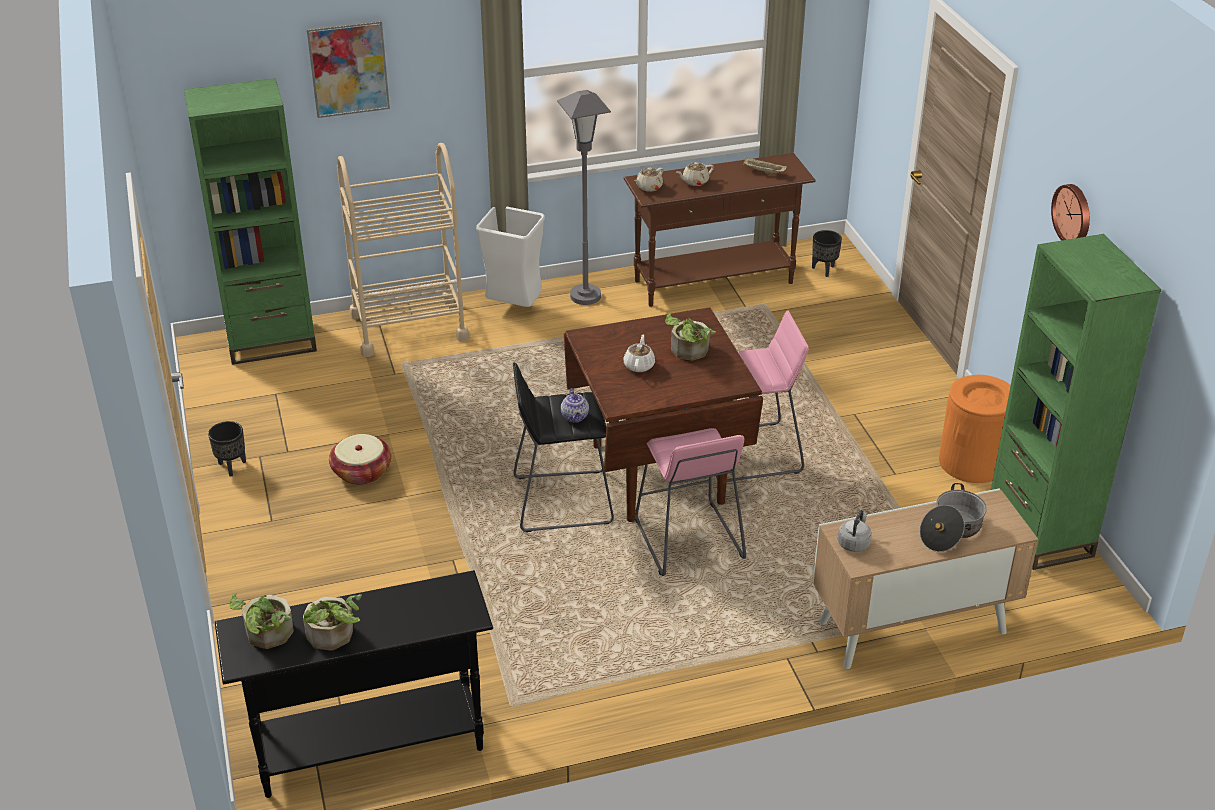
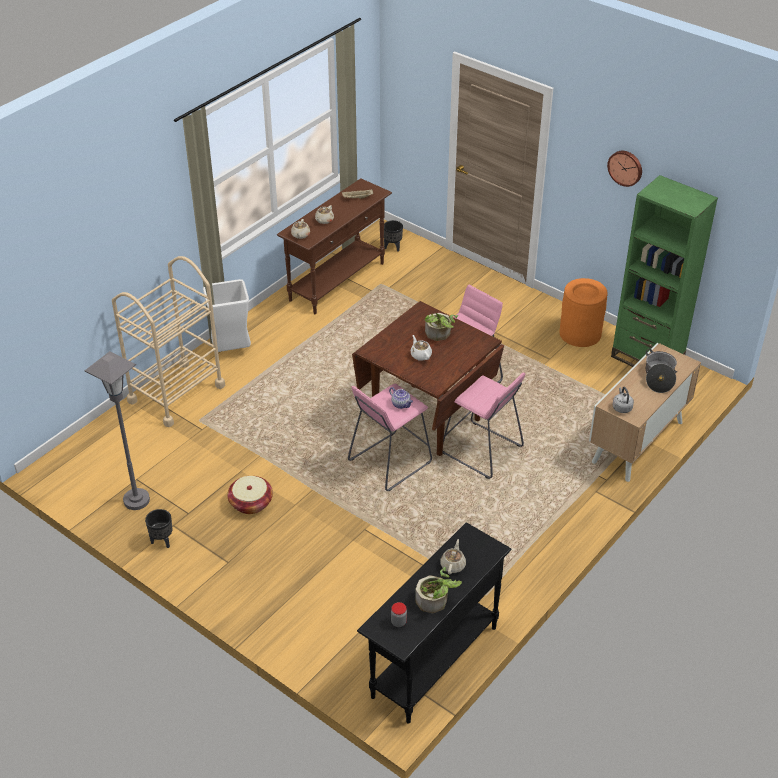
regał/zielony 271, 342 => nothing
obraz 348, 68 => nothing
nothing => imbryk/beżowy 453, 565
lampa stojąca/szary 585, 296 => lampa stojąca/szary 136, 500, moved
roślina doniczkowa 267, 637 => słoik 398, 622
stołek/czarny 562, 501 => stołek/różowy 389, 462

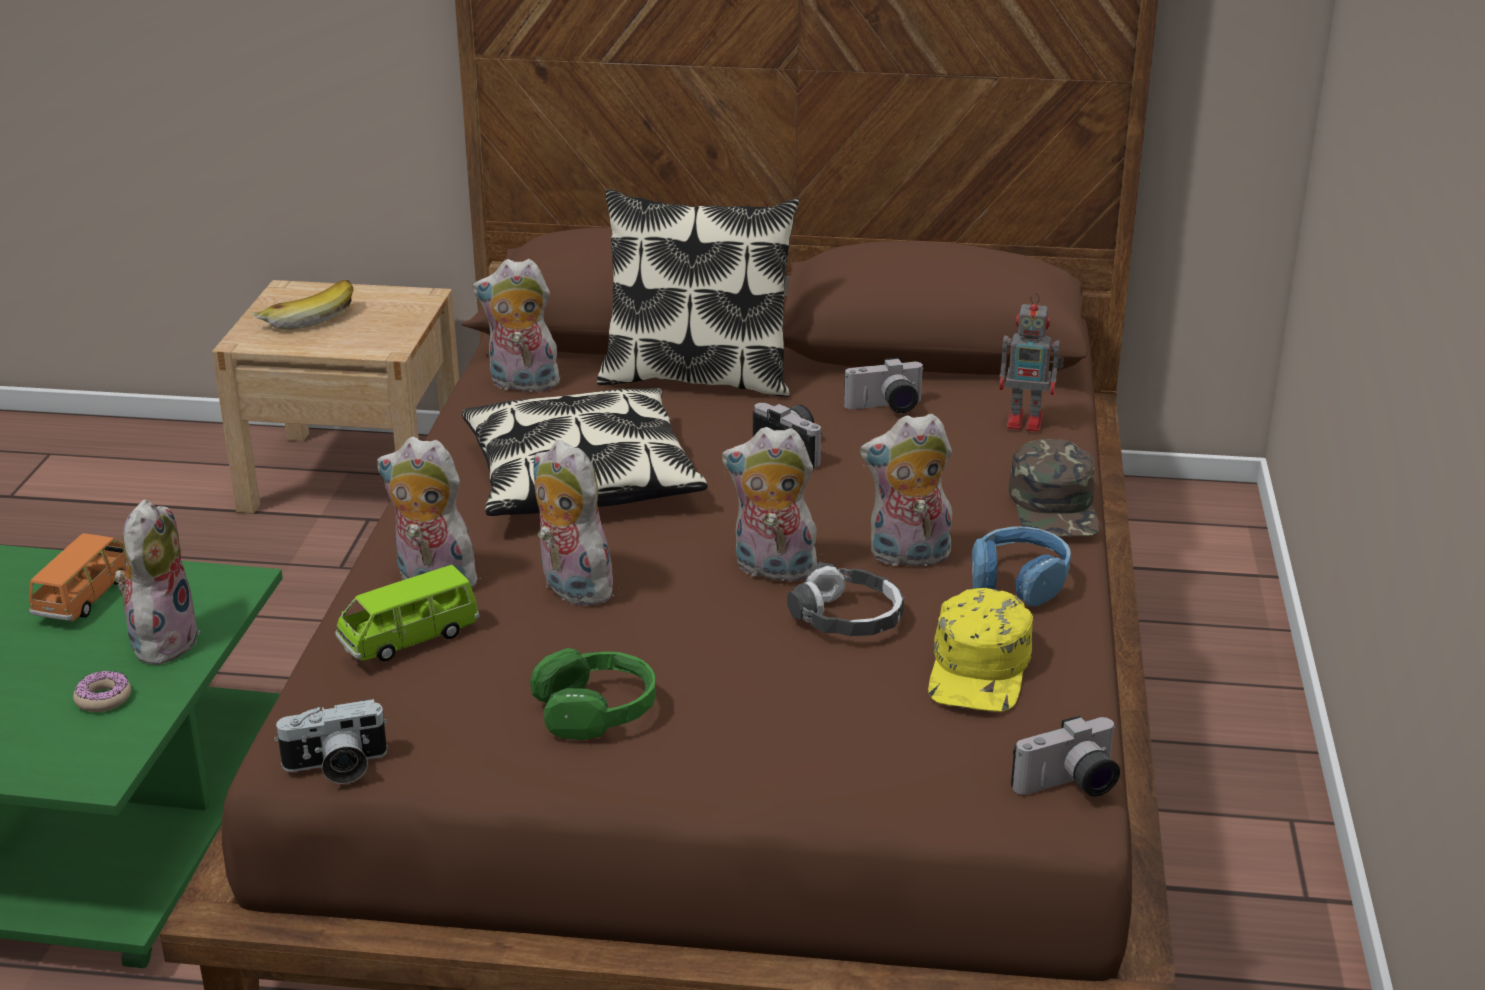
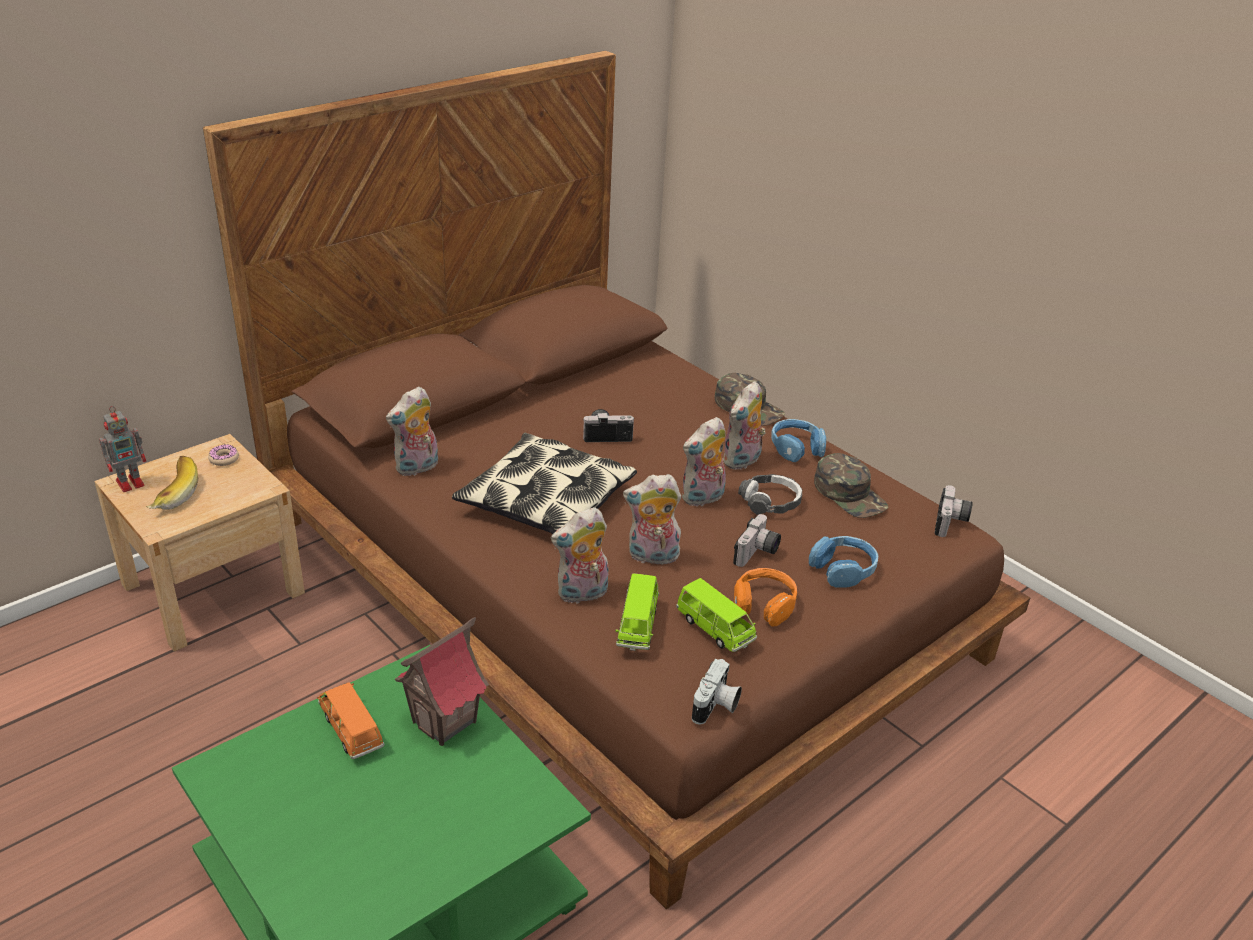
poduszka 697, 377 => nothing
nothing => samochodzik/zielony 715, 629
nothing => słuchawki/niebieski 843, 569
donut 103, 698 => donut 224, 459, moved
aparat fotograficzny 886, 408 => aparat fotograficzny 757, 553, moved
robot zabawkowy 1027, 421 => robot zabawkowy 131, 482, moved
pluszak 162, 640 => domek 445, 722
słuchawki/zielony 597, 710 => słuchawki/pomarańczowy 763, 605
czapka z daszkiem/żółty 980, 668 => czapka z daszkiem/zielony 850, 494

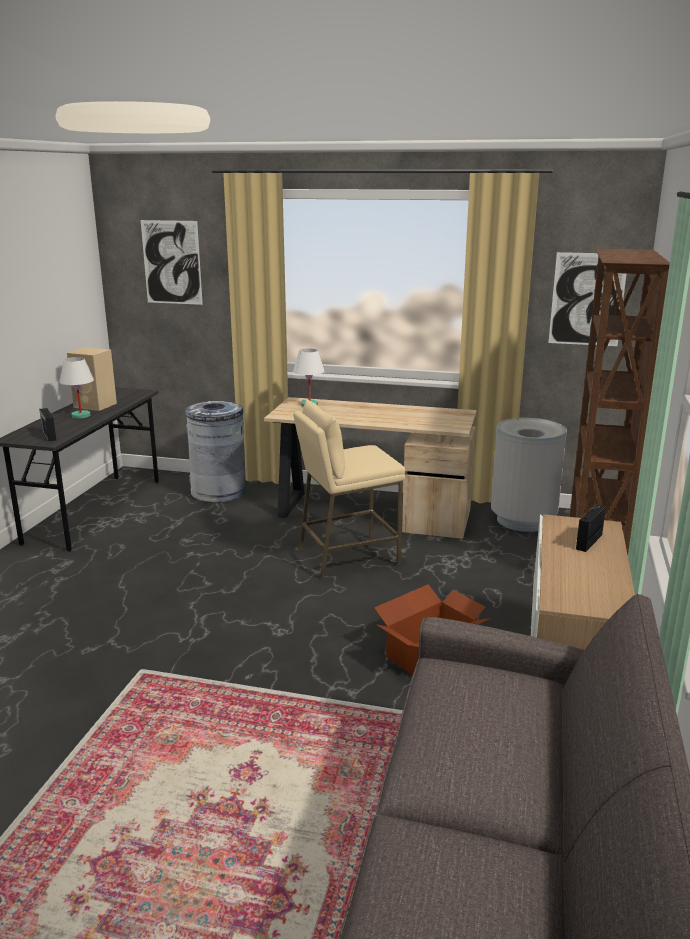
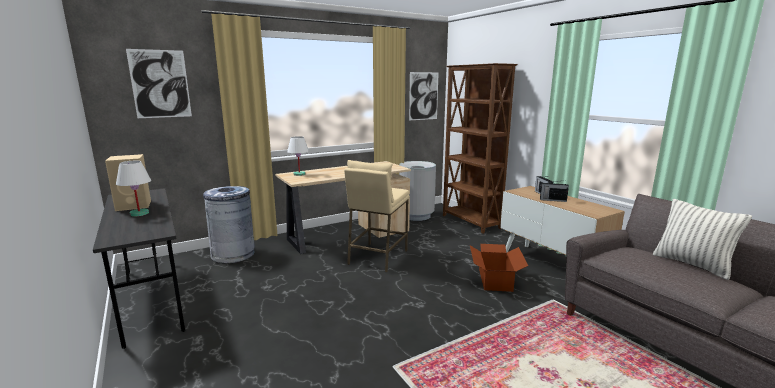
nothing => poduszka 692, 264
radio 49, 435 => radio 552, 200, moved

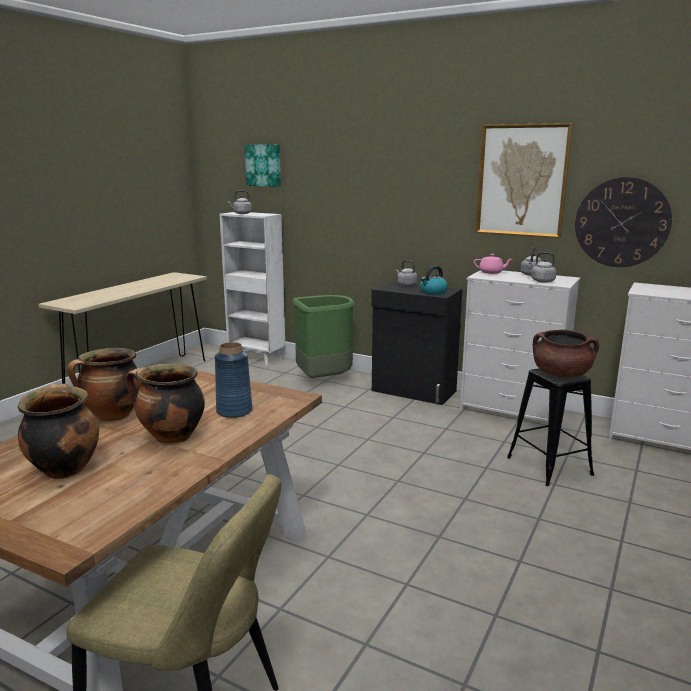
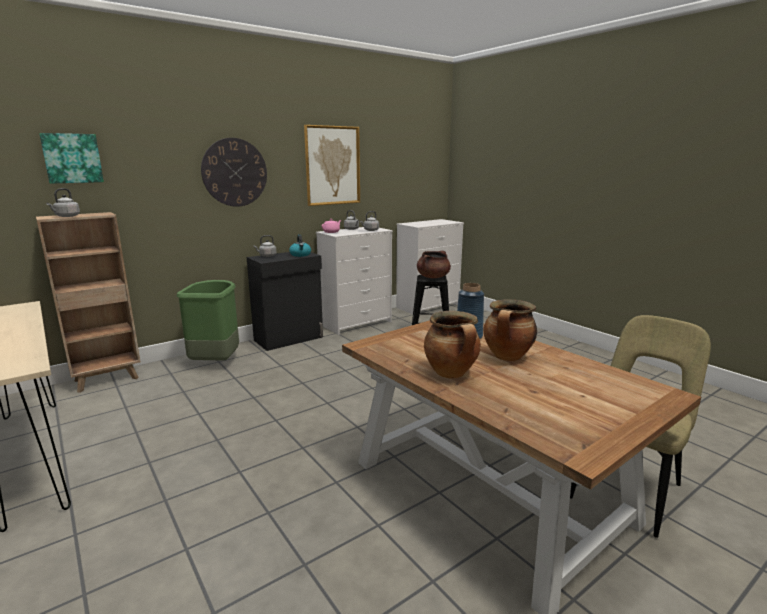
garnek 64, 469 => nothing
zegar ścienny 622, 222 => zegar ścienny 234, 172, moved
regał/biały 257, 359 => regał/brązowy 108, 379

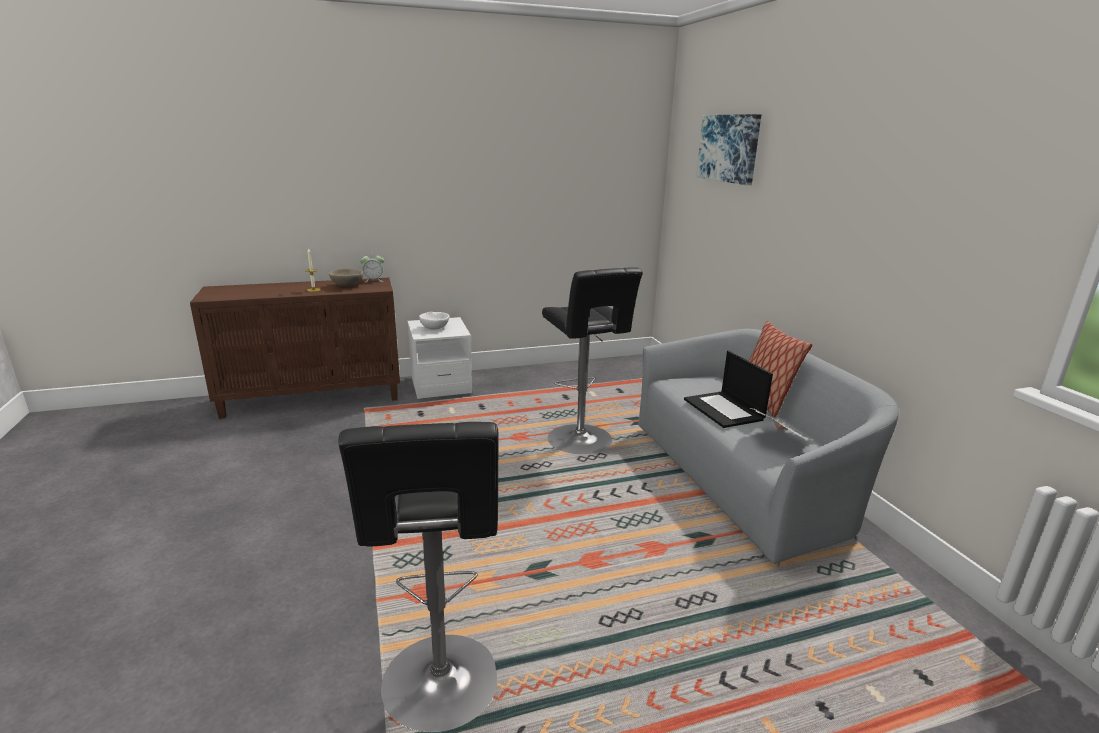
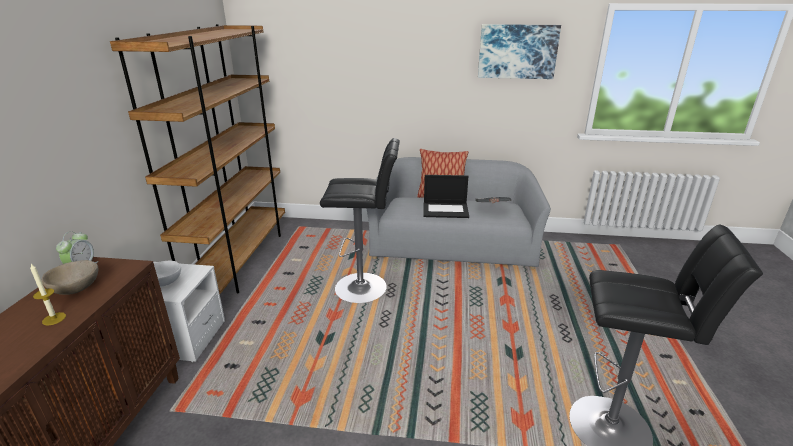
nothing => regał/brązowy 240, 260
obraz 729, 148 => obraz 517, 51, moved

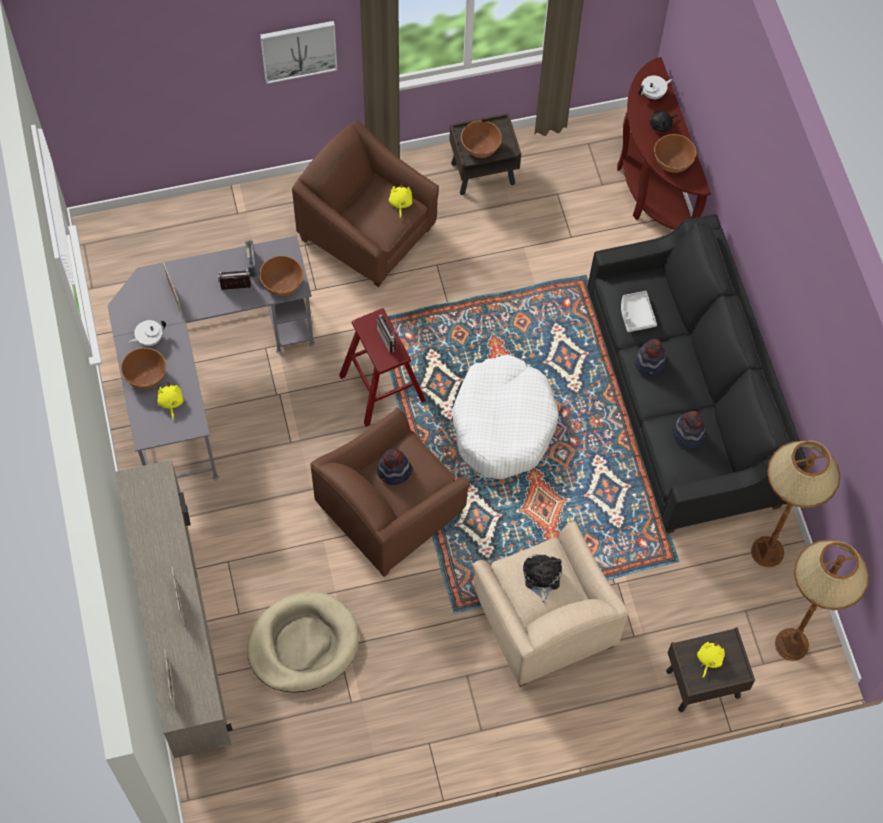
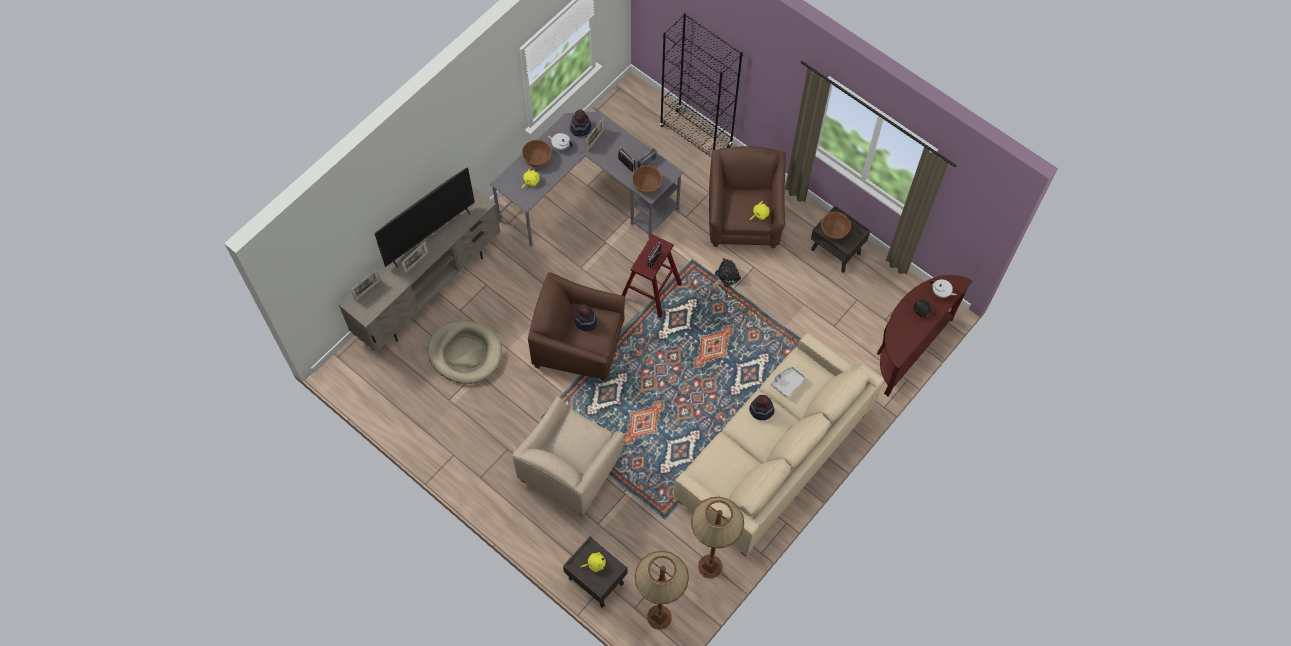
obraz 299, 50 => nothing
legowisko/biały 503, 424 => nothing
miska/brązowy 673, 162 => nothing
nothing => telewizor 430, 236
nothing => regał/czarny 696, 136
pluszak 541, 577 => pluszak 726, 276, moved
kapelusz 688, 434 => kapelusz 581, 128, moved
kanapa/czarny 683, 402 => kanapa/beżowy 772, 457

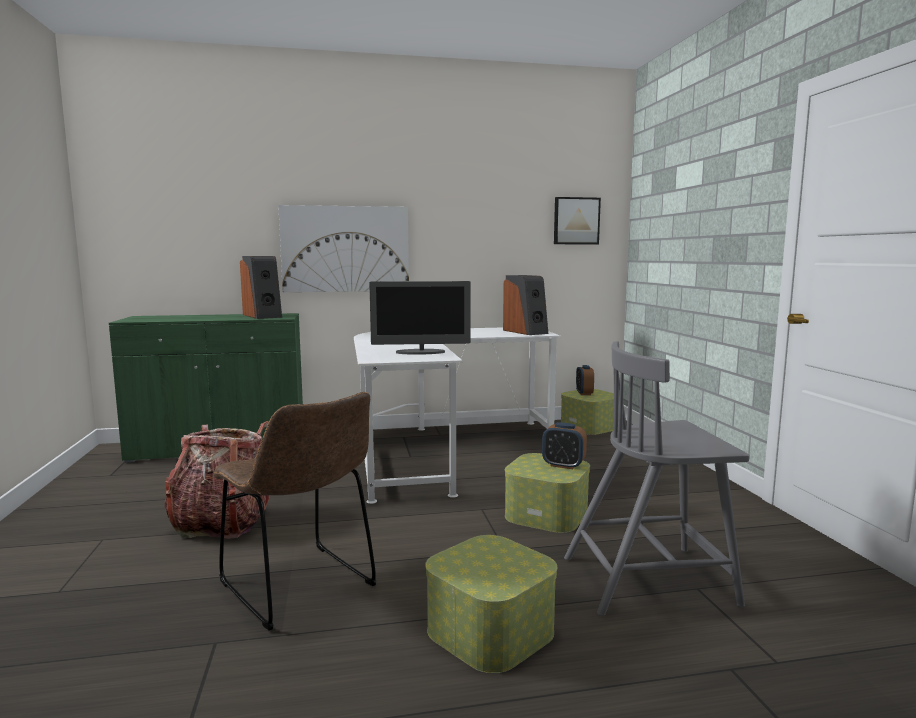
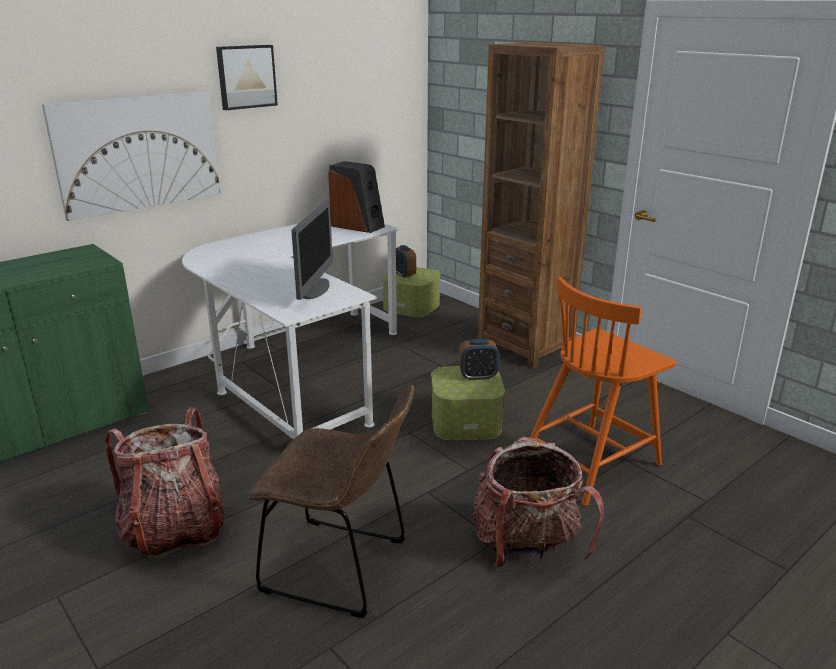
głośnik 263, 316 => nothing
nothing => regał/brązowy 525, 346
obraz 576, 221 => obraz 246, 76, moved
pojemnik do przechowywania 490, 630 => plecak 526, 547
krzesło/szary 651, 580 => krzesło/pomarańczowy 591, 462
monitor 421, 352 => monitor 315, 289, 45 degrees counterclockwise

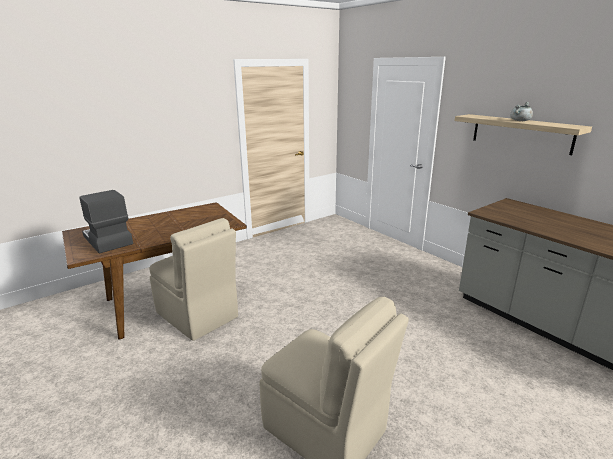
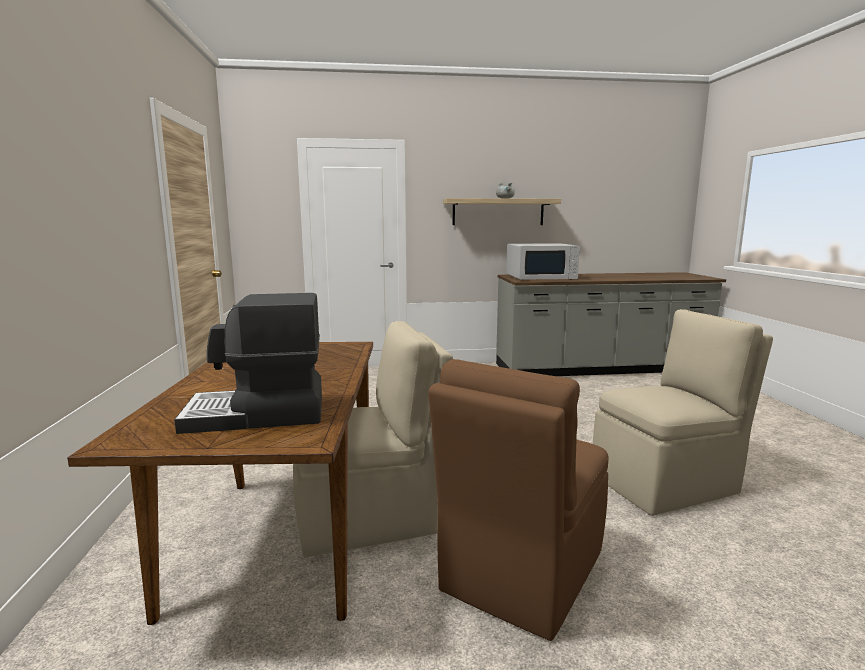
nothing => krzesło/brązowy 521, 572
nothing => mikrofalówka/biały 541, 277

